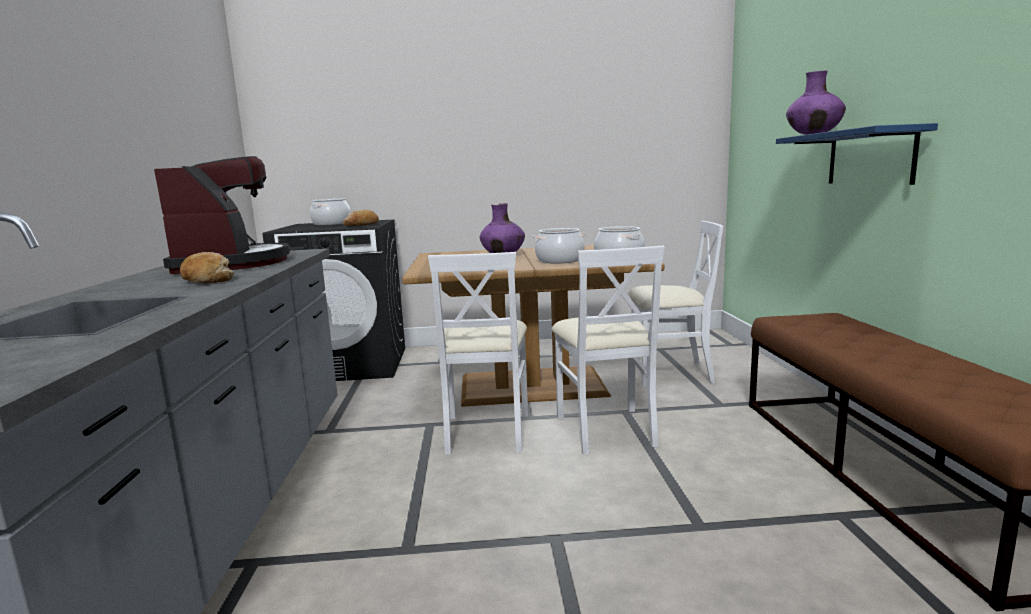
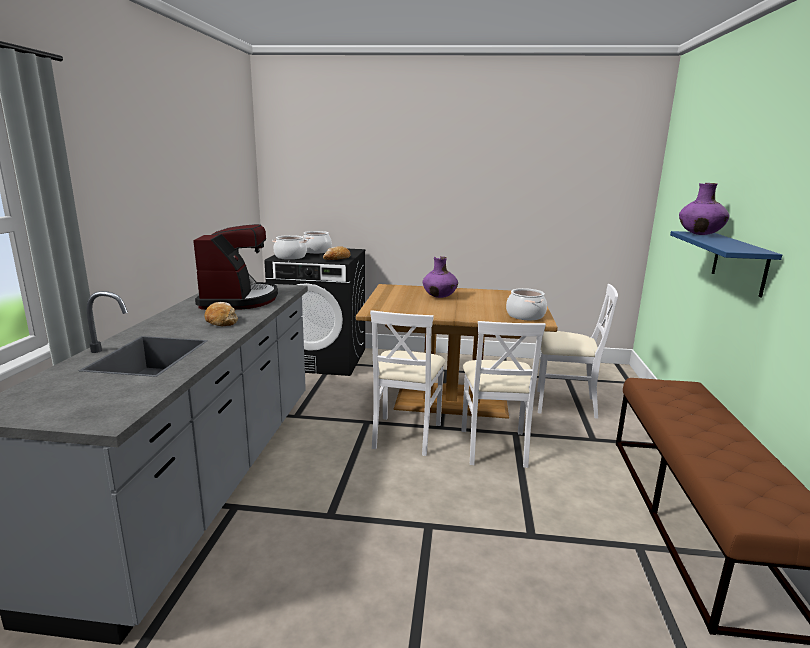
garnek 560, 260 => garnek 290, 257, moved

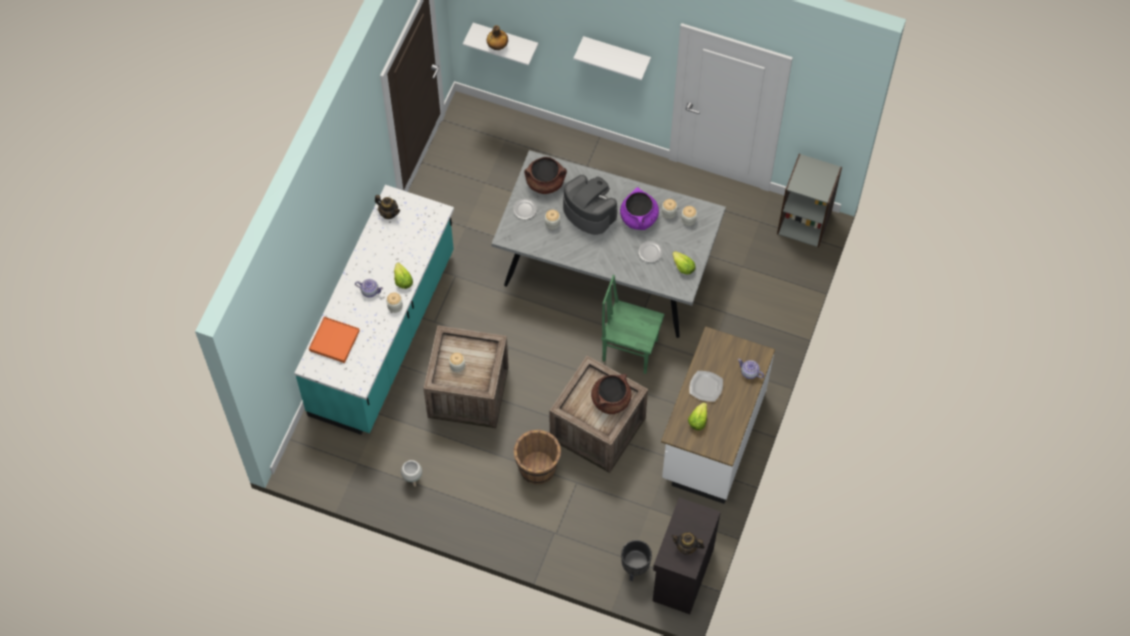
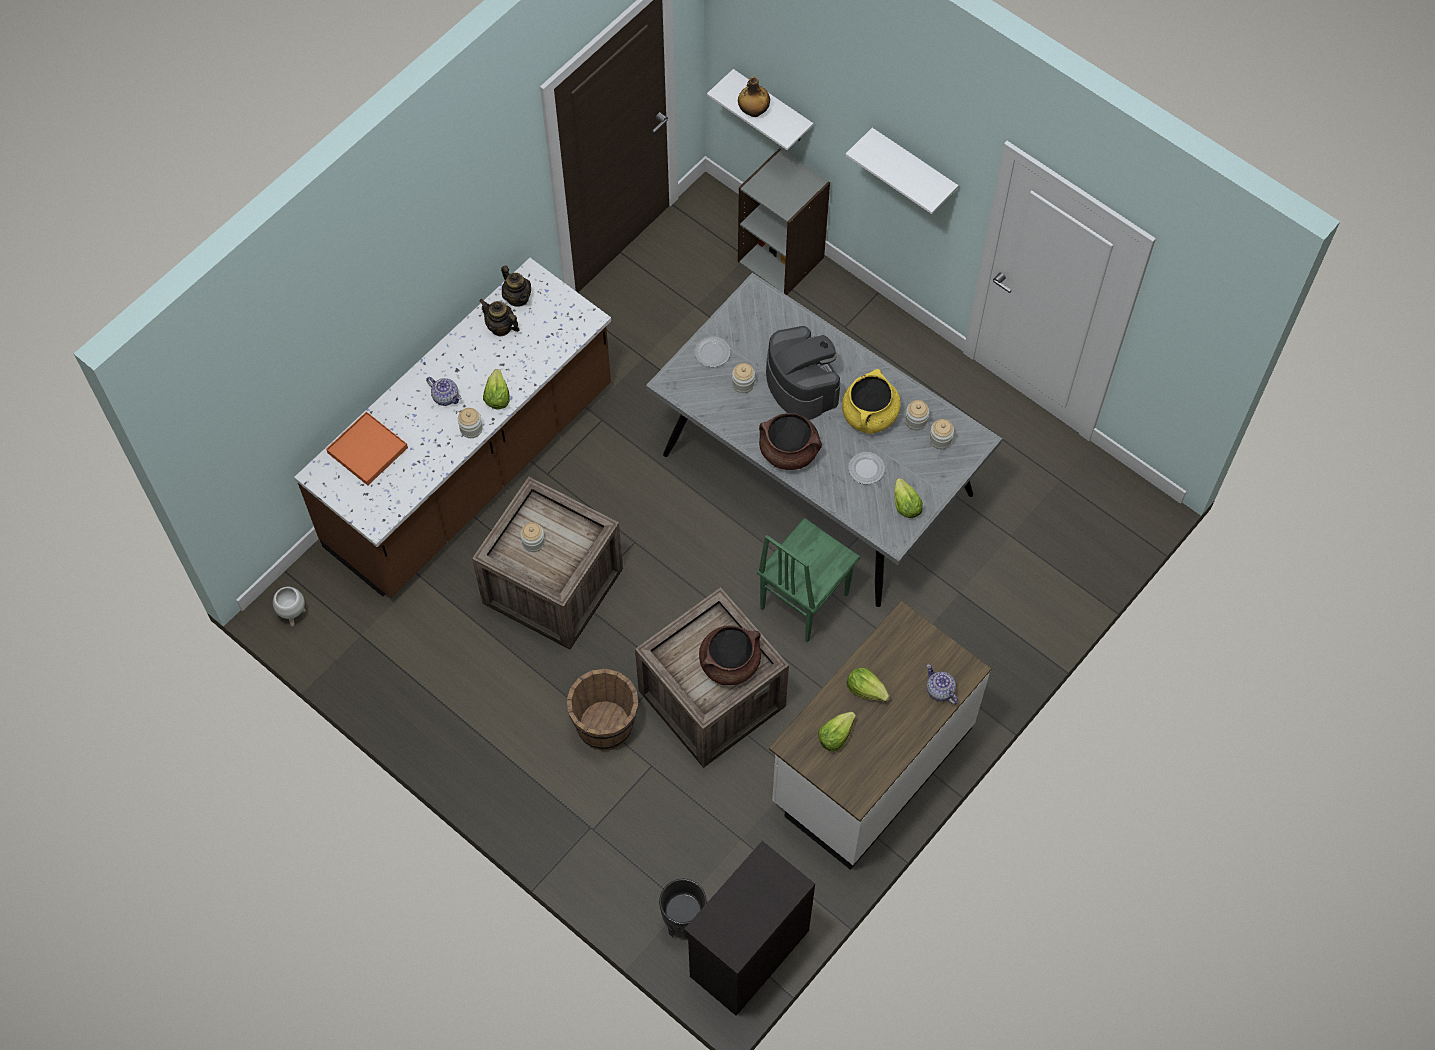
donica/biały 412, 479 => donica/biały 294, 615, moved
garnek/brązowy 545, 182 => garnek/brązowy 789, 451, moved
imbryk 686, 547 => imbryk 501, 327, moved
regał/szary 804, 222 => regał/szary 781, 259, moved
talerz 705, 386 => sałata 866, 689
zabudowa kuchenna/turkusowy 384, 334 => zabudowa kuchenna/brązowy 471, 469
garnek/fioletowy 639, 218 => garnek/żółty 869, 415
krzesło/zielony 630, 349 => krzesło/zielony 802, 601, 90 degrees counterclockwise

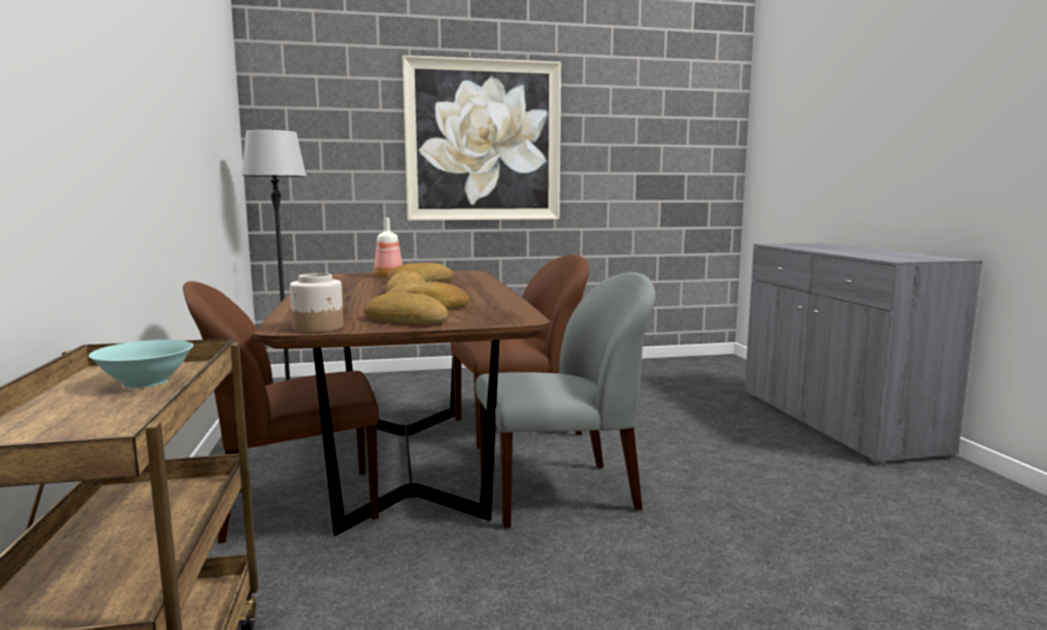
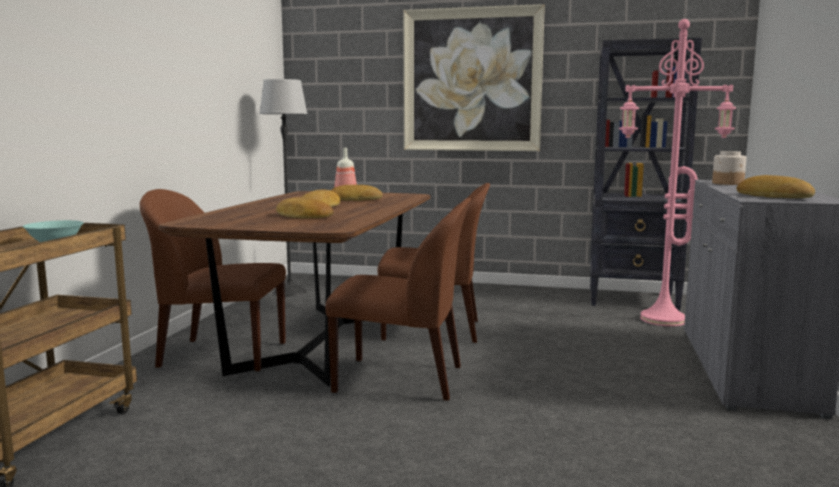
nothing => regał/czarny 633, 300
nothing => lampa stojąca/różowy 662, 320
słoik 318, 328 => słoik 728, 183, moved
chleb 406, 319 => chleb 774, 196, moved
krzesło/szary 561, 493 => krzesło/brązowy 402, 379

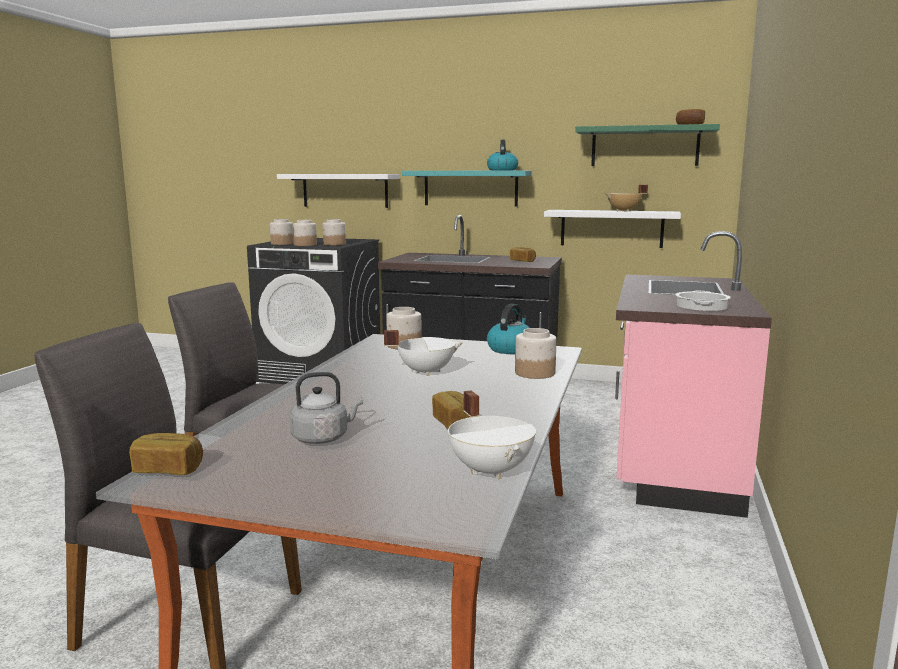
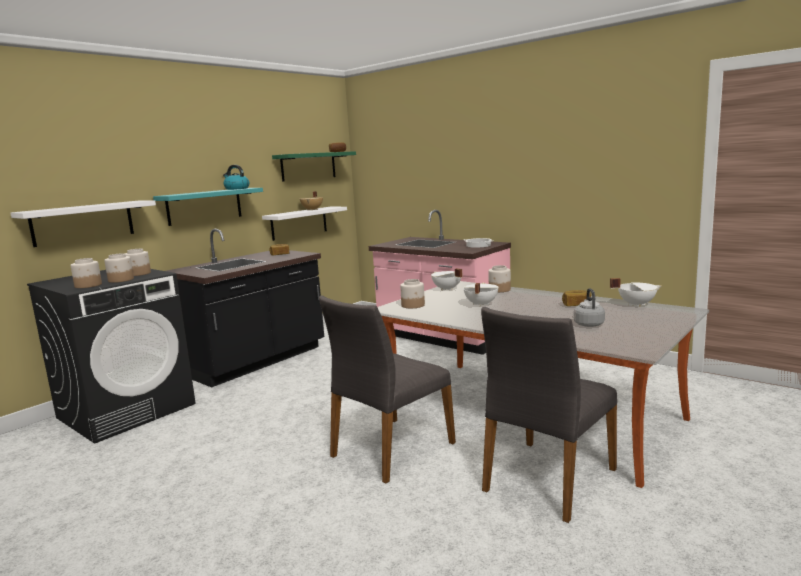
chleb 168, 469 => nothing
czajnik 511, 349 => garnek/biały 446, 289

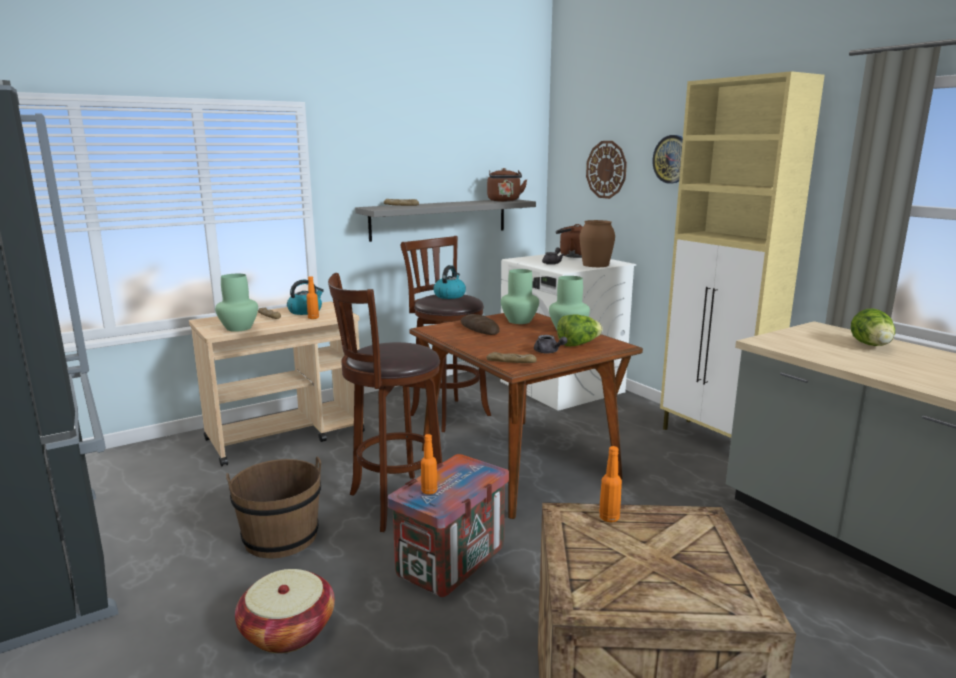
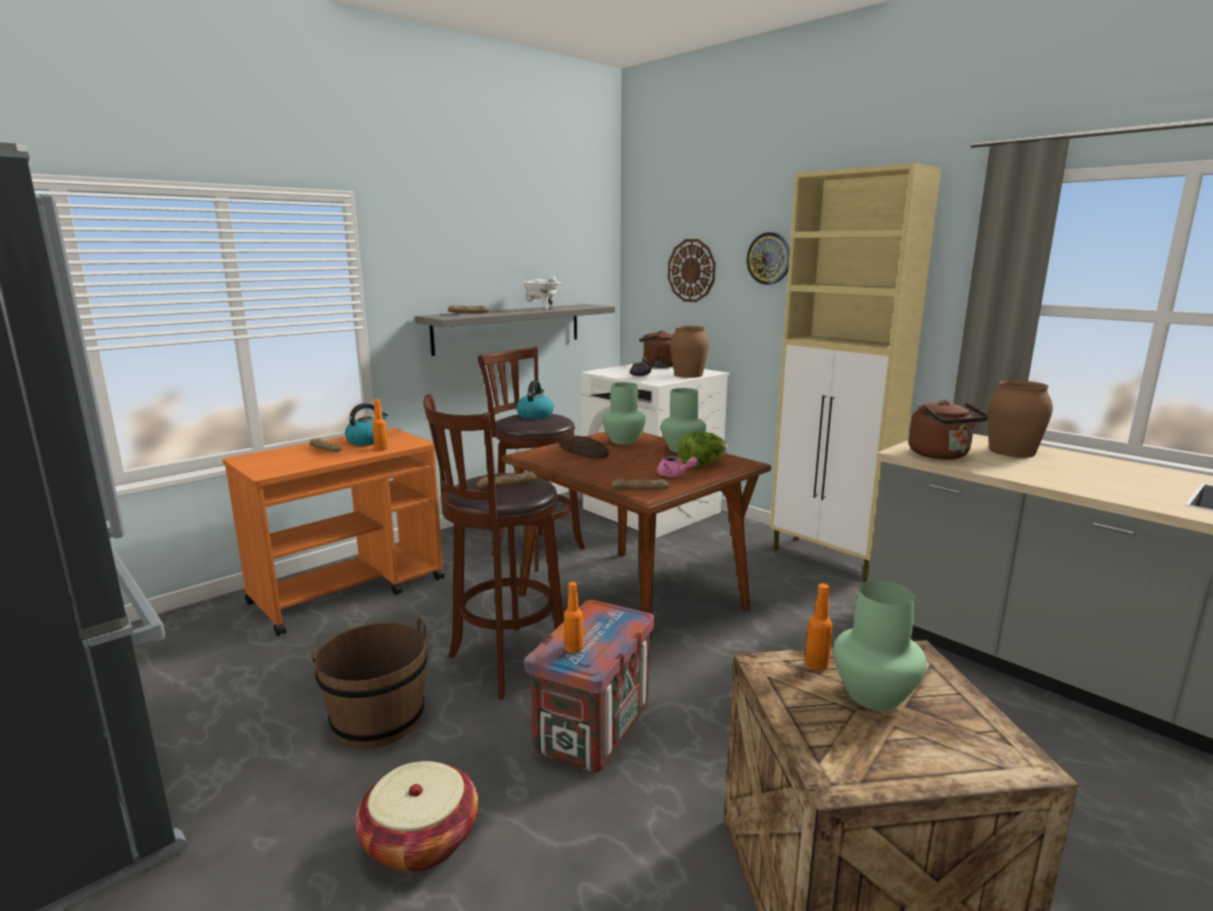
nothing => chleb 507, 486
nothing => garnek/biały 542, 309
wazon/zielony 238, 328 => wazon/zielony 873, 696, moved
czajnik/brązowy 504, 201 => czajnik/brązowy 941, 455, moved
sałata 872, 346 => wazon/brązowy 1012, 451
wózek/beżowy 286, 435 => wózek/pomarańczowy 350, 590
imbryk/szary 548, 352 => imbryk/różowy 674, 475

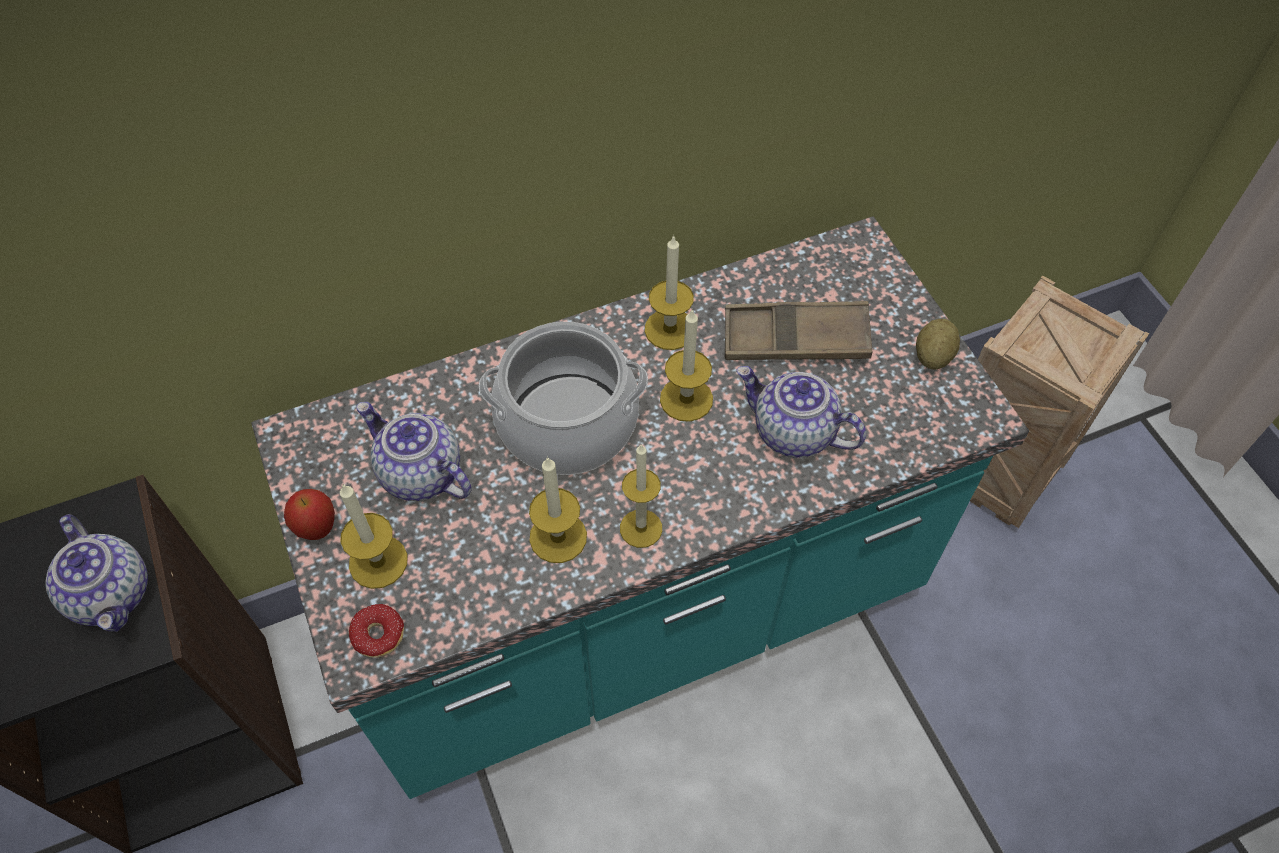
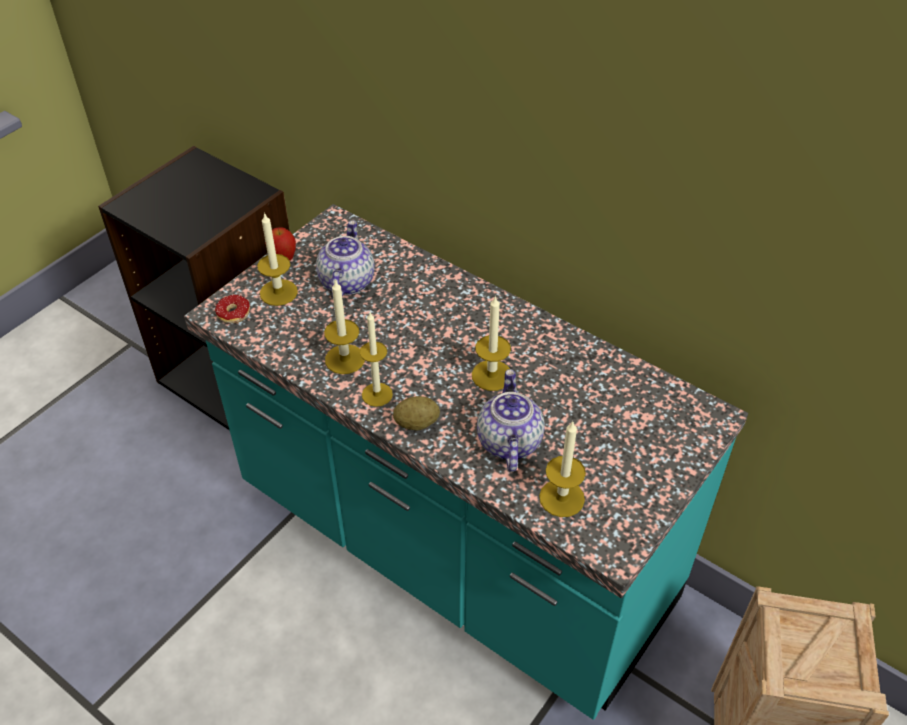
imbryk 113, 594 => nothing
garnek 567, 424 => nothing
taca/brązowy 795, 339 => nothing
świeca 670, 329 => świeca 561, 498, moved
ziemniak 933, 356 => ziemniak 416, 423, moved

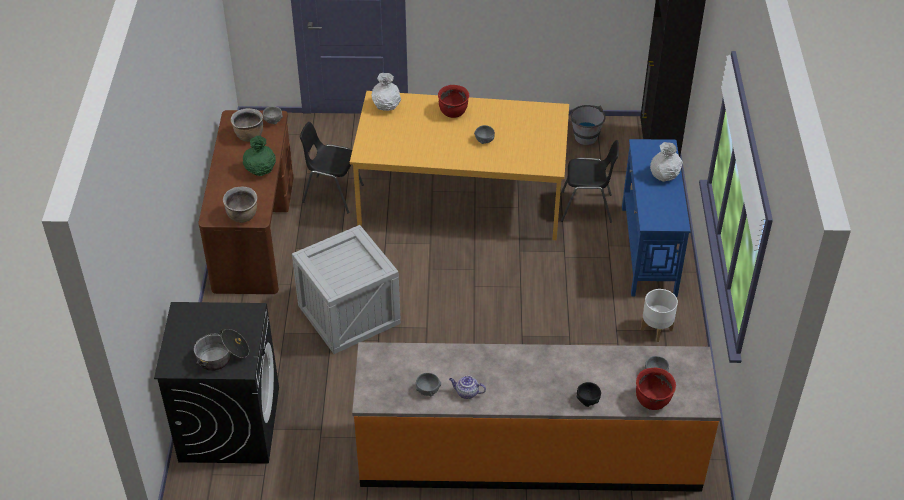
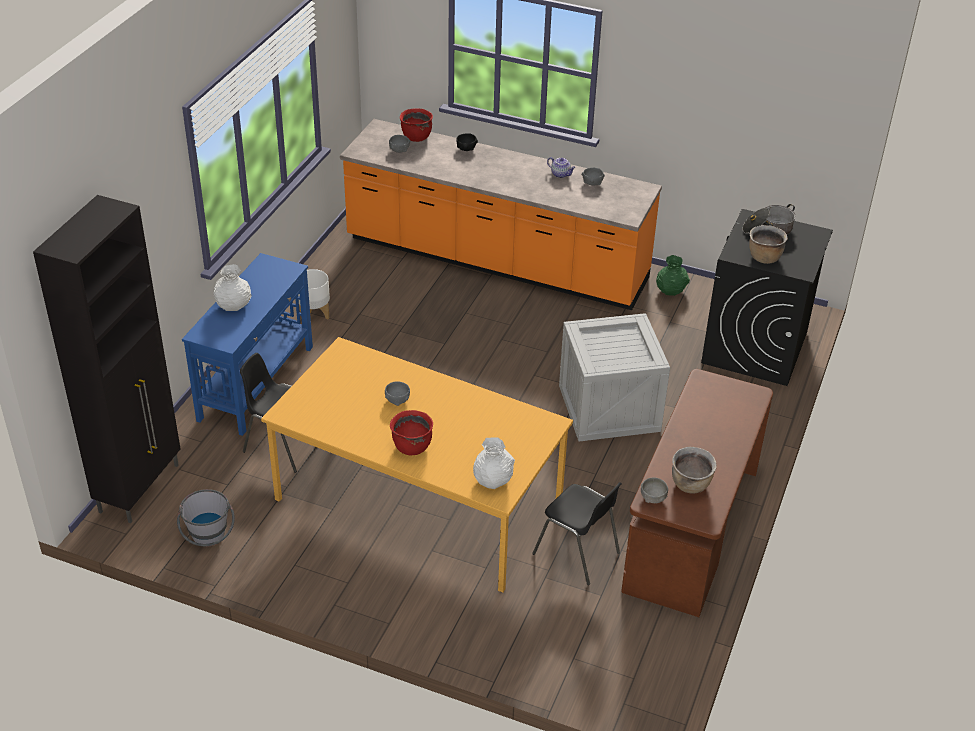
garnek/brązowy 243, 216 => garnek/brązowy 764, 257, moved
wazon/zielony 261, 171 => wazon/zielony 671, 290, moved

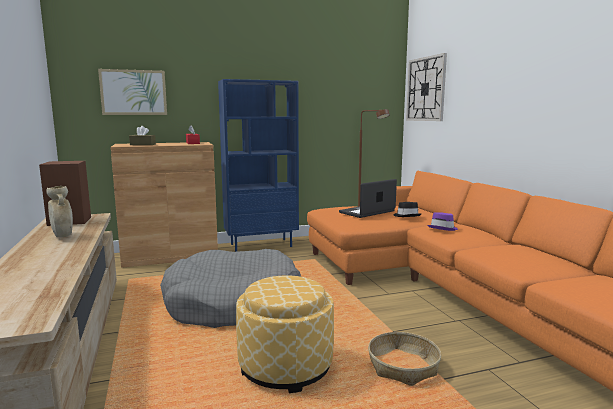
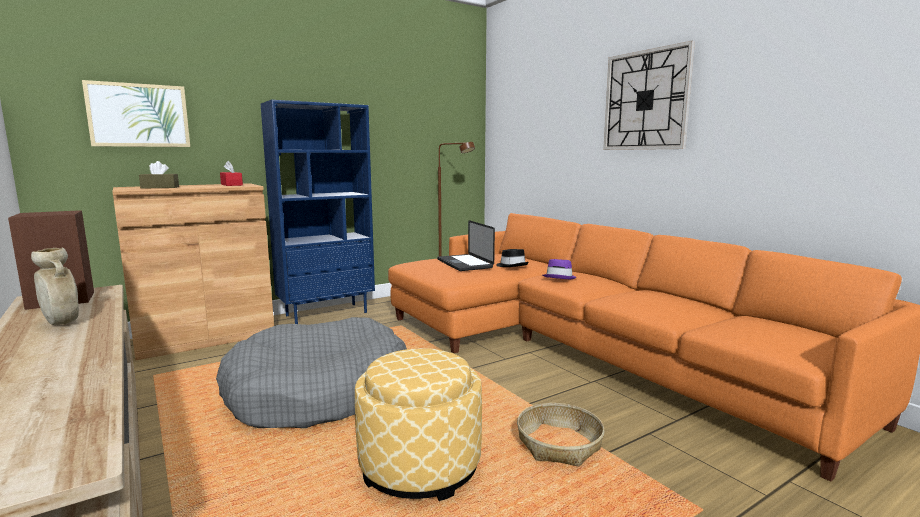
zegar ścienny 426, 89 => zegar ścienny 646, 100, moved
laptop 367, 212 => laptop 464, 264, 60 degrees counterclockwise

